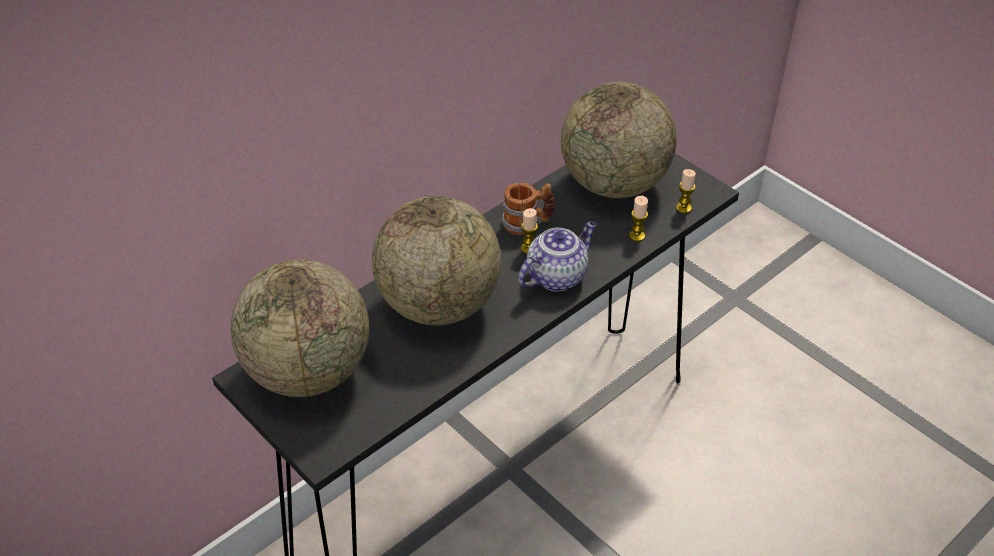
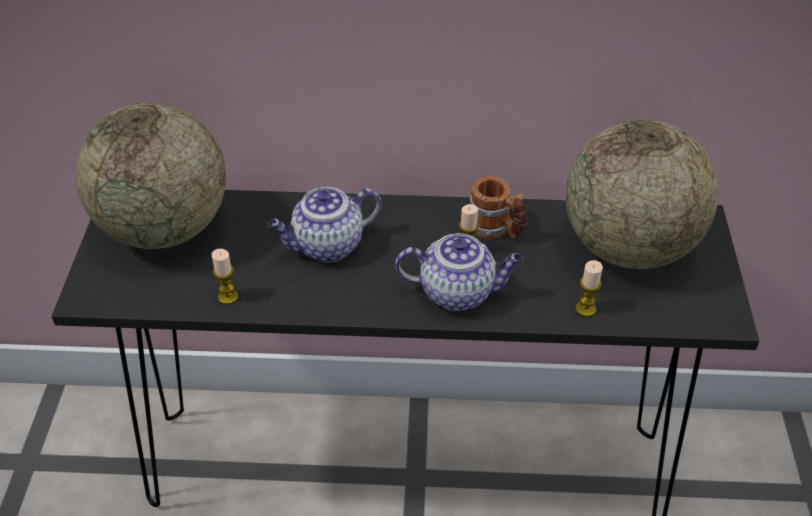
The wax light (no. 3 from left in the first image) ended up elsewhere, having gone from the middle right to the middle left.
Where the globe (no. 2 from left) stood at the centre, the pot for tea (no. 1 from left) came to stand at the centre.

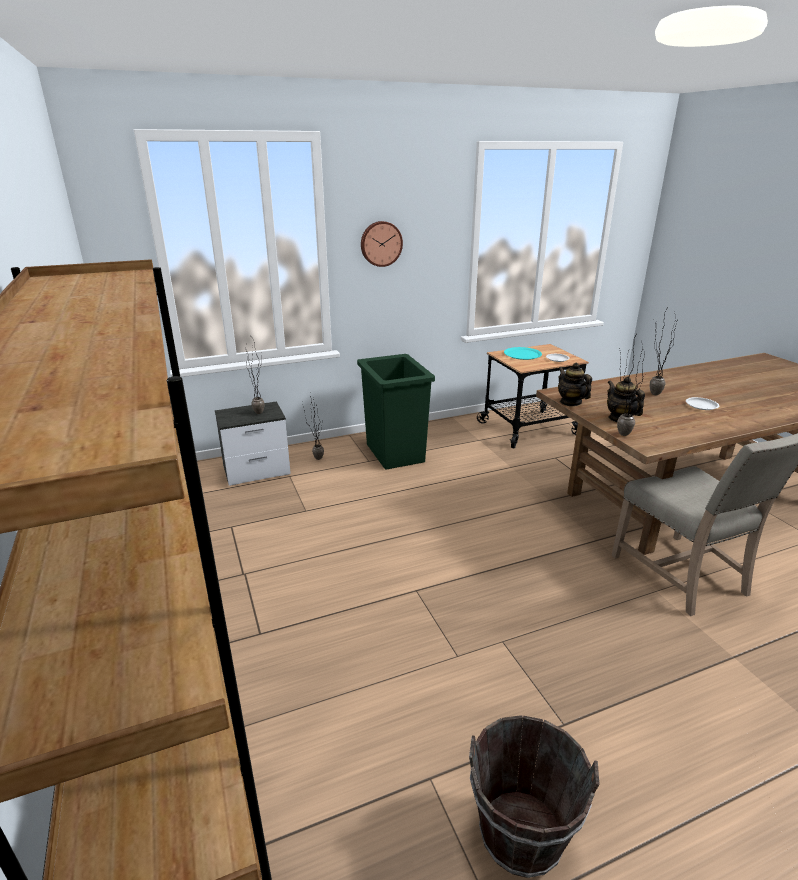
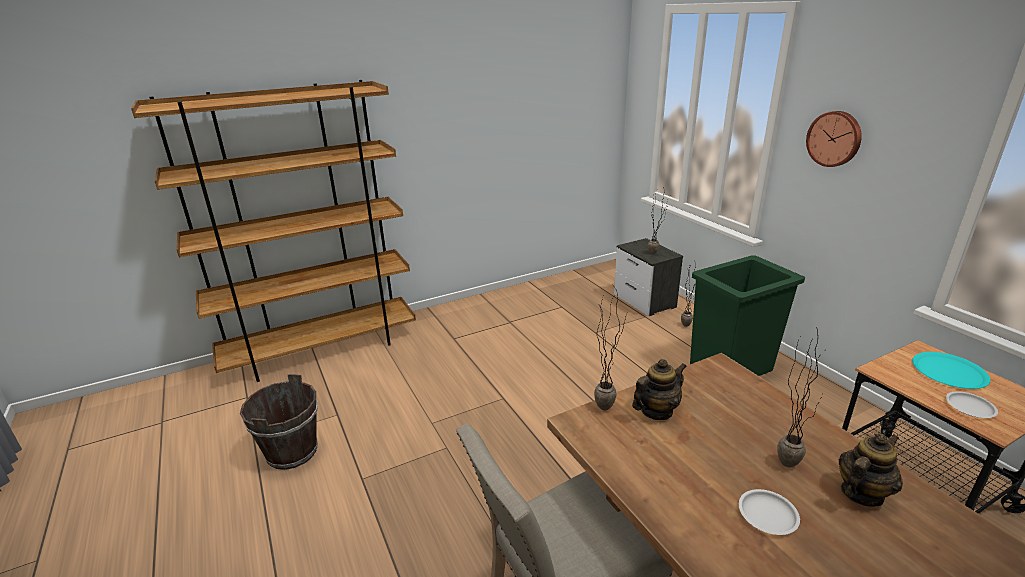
The pot for tea (no. 1 from left in the first image) ended up elsewhere, having gone from the middle right to the bottom right.

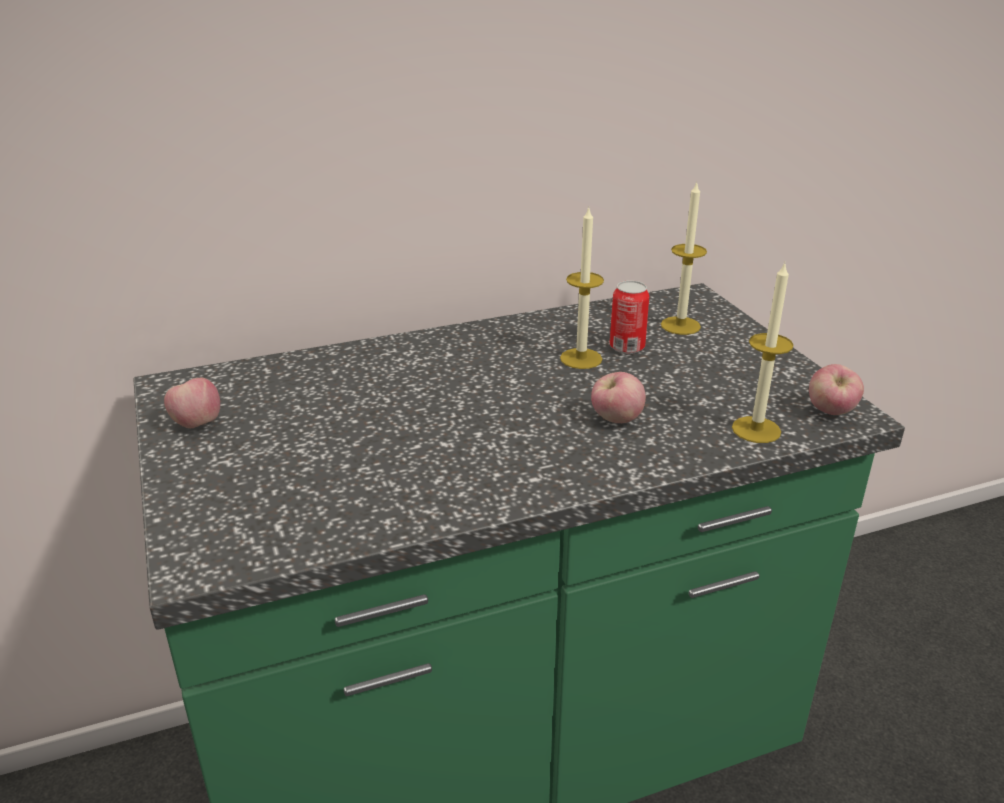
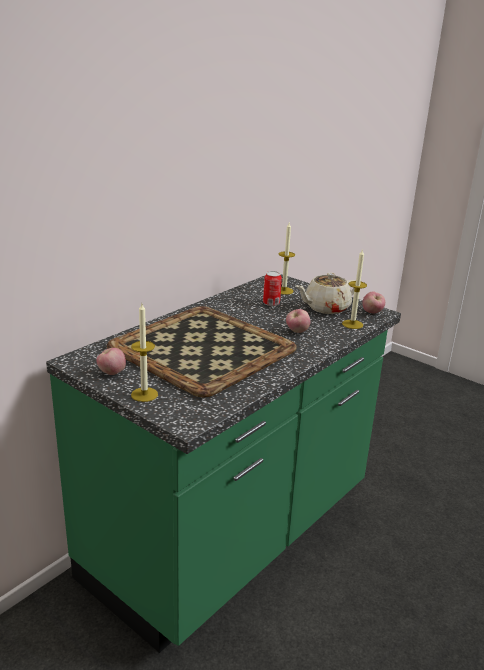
The second view gained the carrying tray at the centre.
The wax light (no. 1 from left) ended up elsewhere, having gone from the centre to the middle left.
The second view gained the pot for tea in beige at the middle right.

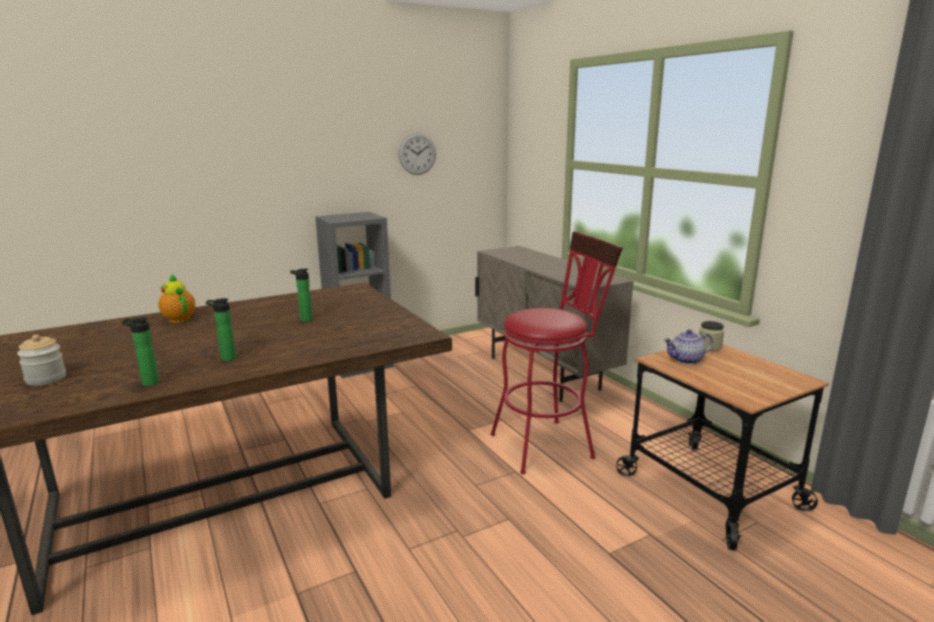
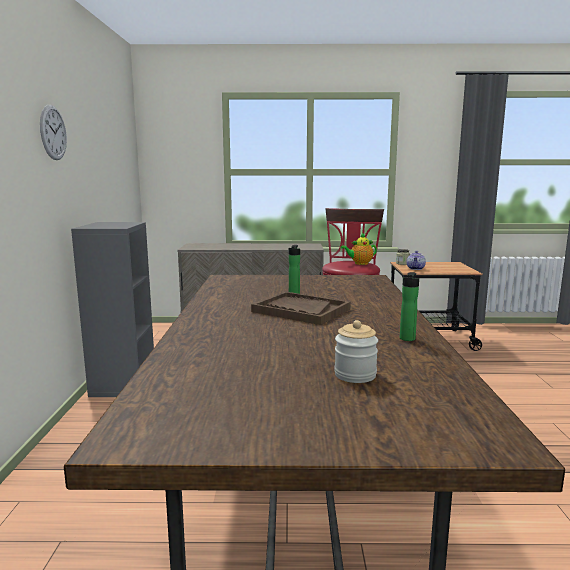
The hanging clock ended up elsewhere, having gone from the top centre to the top left.
The second view gained the carrying tray in brown-coloured at the centre.
The pot for tea (no. 1 from left) ended up elsewhere, having gone from the middle left to the centre.
The second view lost the beverage bottle (no. 2 from left) at the middle left.

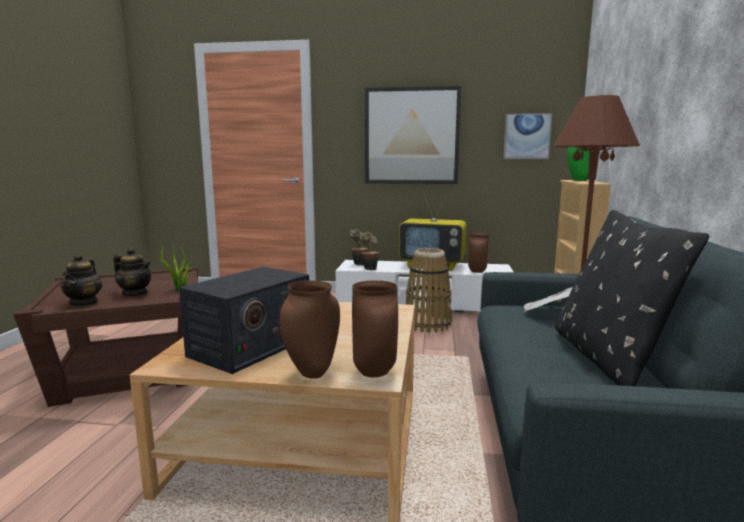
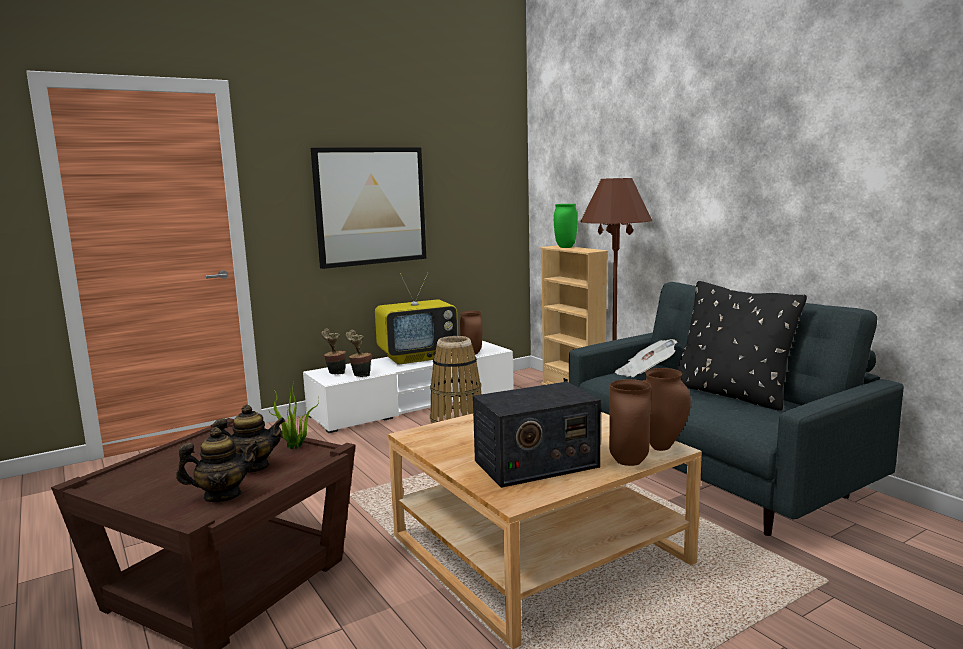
The pot for tea (no. 1 from left) at the middle left ended up facing another way, 60 degrees counterclockwise from before.
The radio at the middle left ended up facing another way, 75 degrees clockwise from before.
The second view lost the picture (no. 2 from left) at the top right.

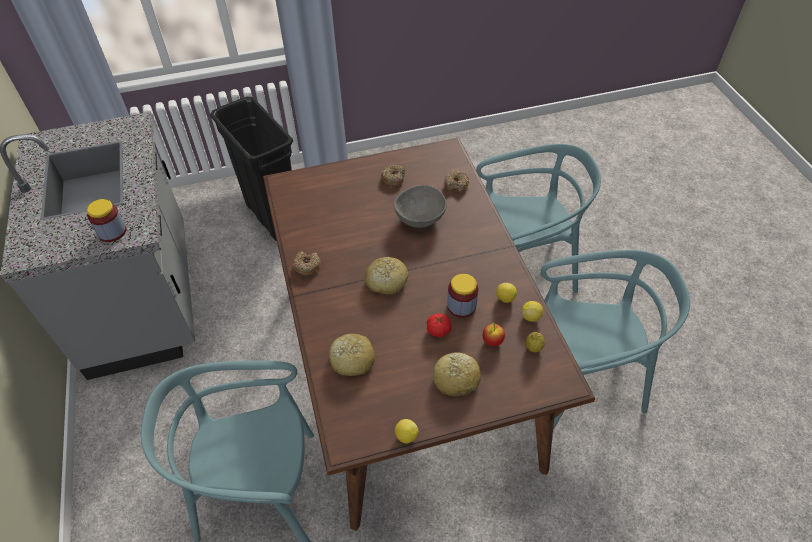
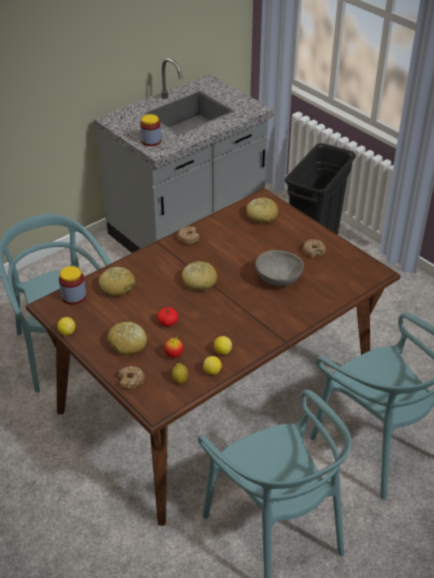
The jar (no. 2 from left in the first image) ended up elsewhere, having gone from the centre to the middle left.
The donut (no. 3 from left in the first image) ended up elsewhere, having gone from the centre to the middle left.
The second view gained the bakery bread (no. 4 from left) at the centre.

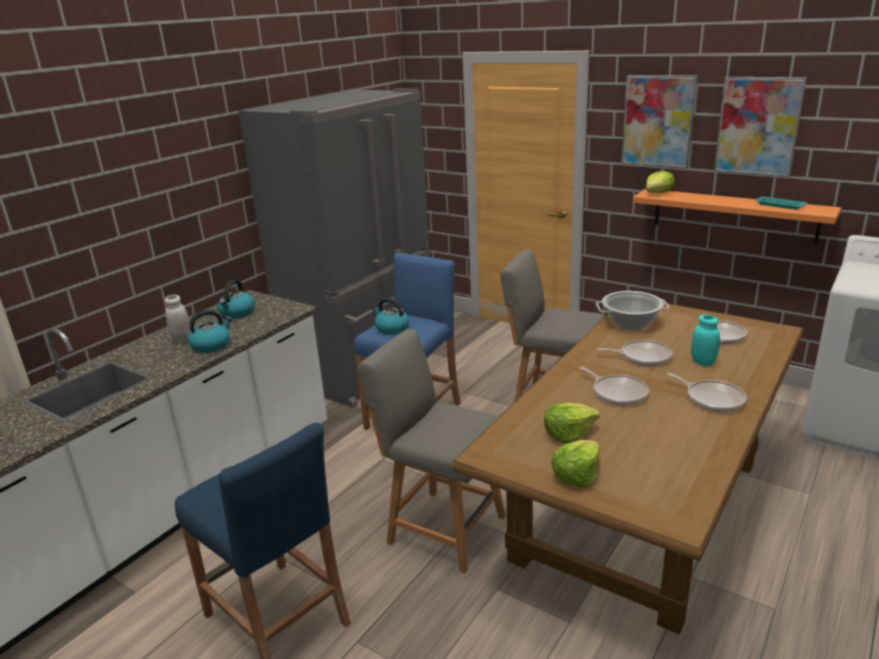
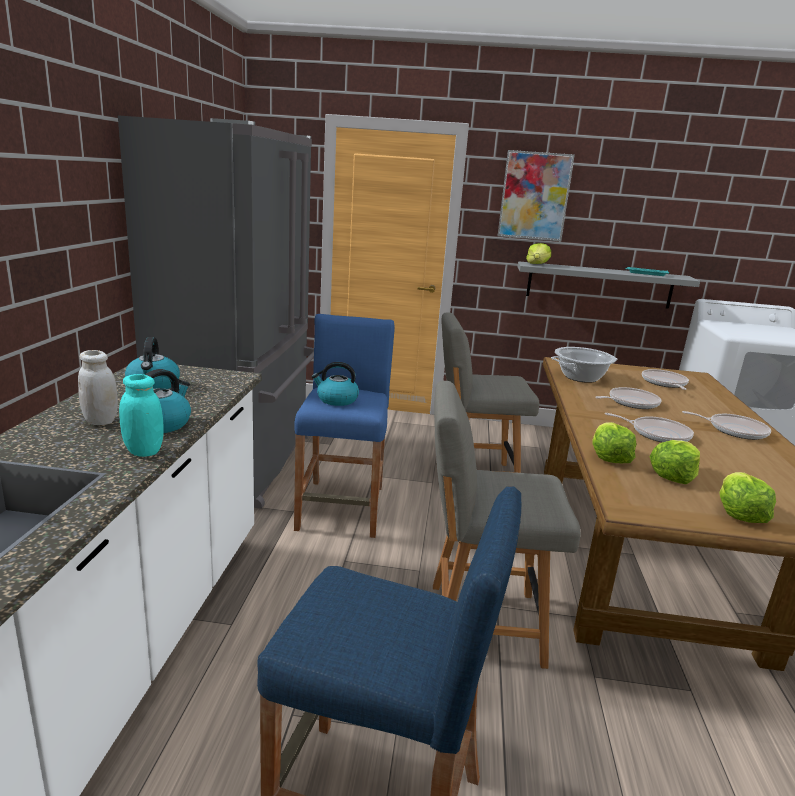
The jar in turquoise ended up elsewhere, having gone from the middle right to the middle left.
What was the wall shelf in orange at the top right turned into the wall shelf in gray at the middle right.
The second view gained the head of lettuce (no. 2 from left) at the middle right.
The second view lost the picture (no. 2 from left) at the top right.

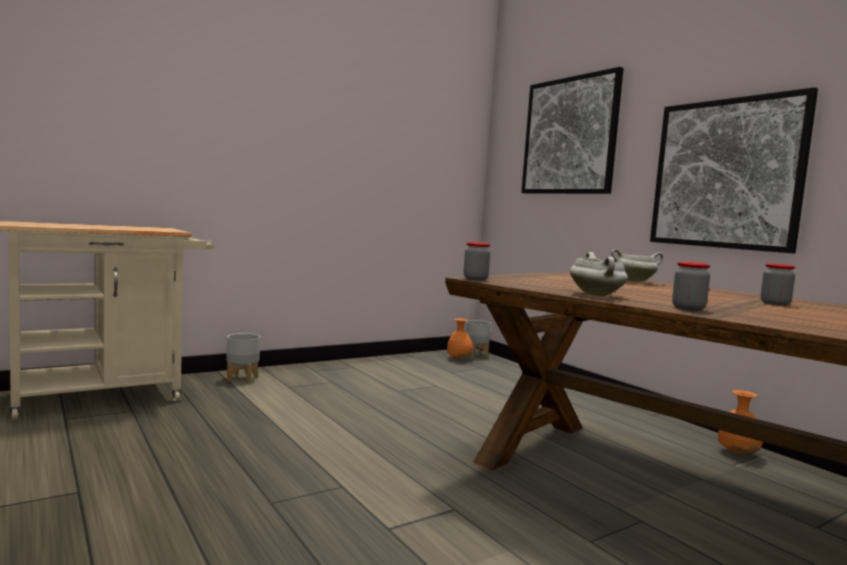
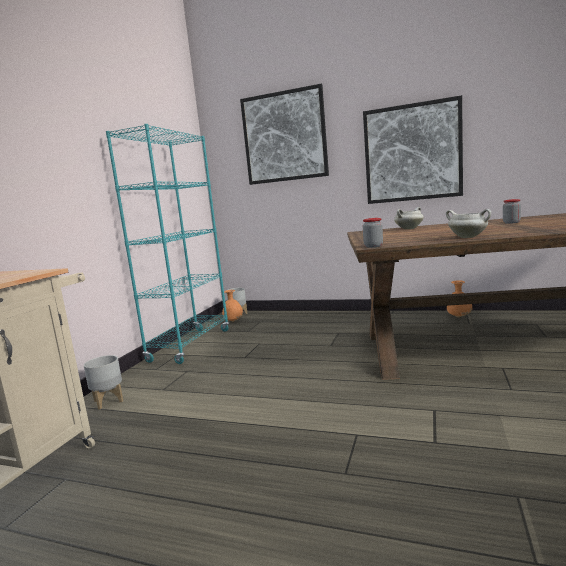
The second view gained the bookshelf in turquoise at the middle left.
The second view lost the jar (no. 2 from left) at the middle right.

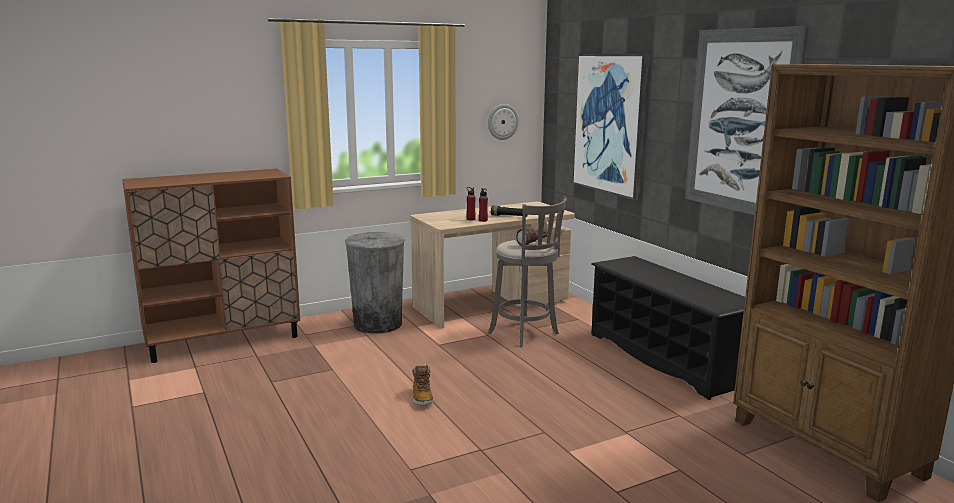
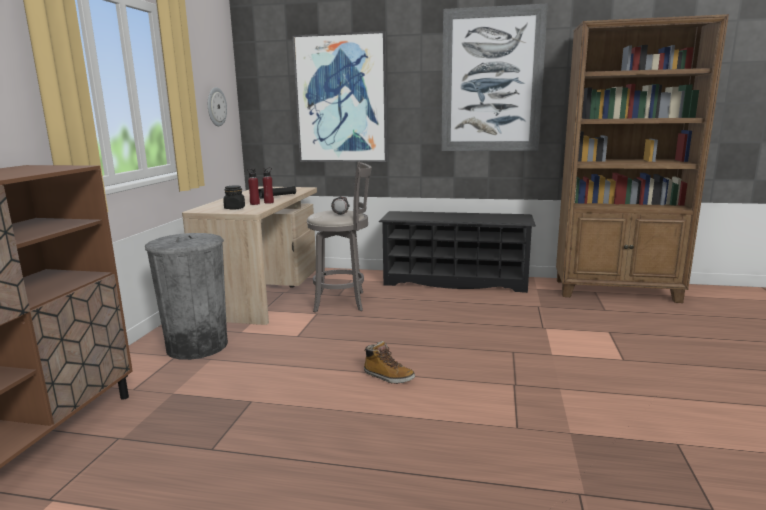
The second view gained the jar in black-coloured at the middle left.

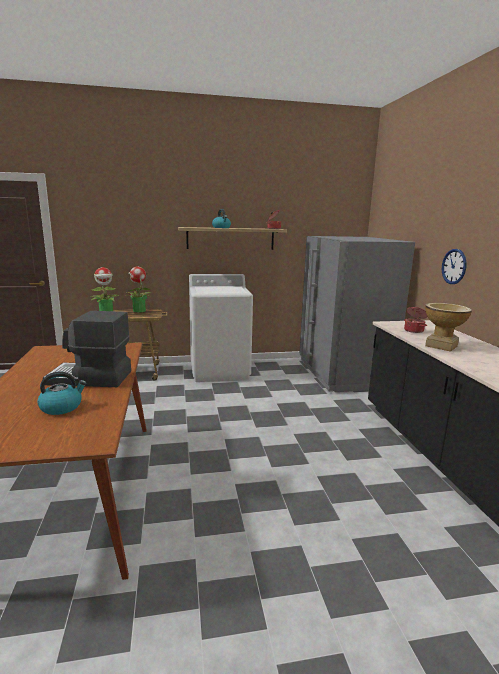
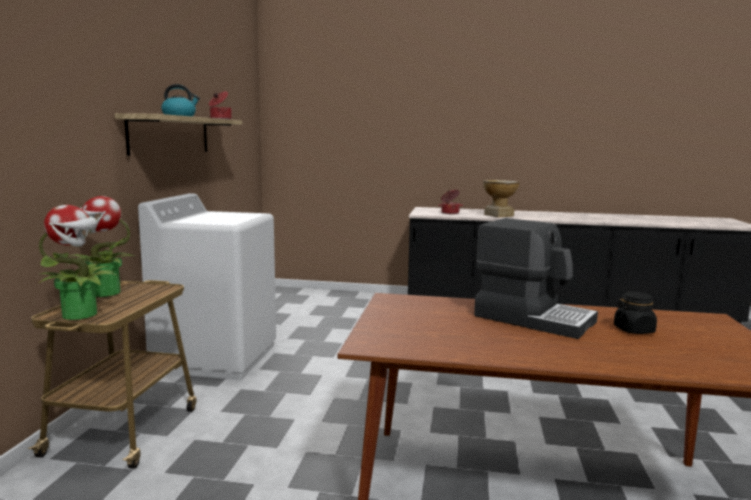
The coffee maker at the middle left ended up facing another way, 75 degrees counterclockwise from before.
Where the tea kettle (no. 1 from left) stood at the middle left, the jar in black-coloured came to stand at the middle right.
The second view lost the kitchen fridge in gray at the middle right.
The second view lost the hanging clock at the middle right.

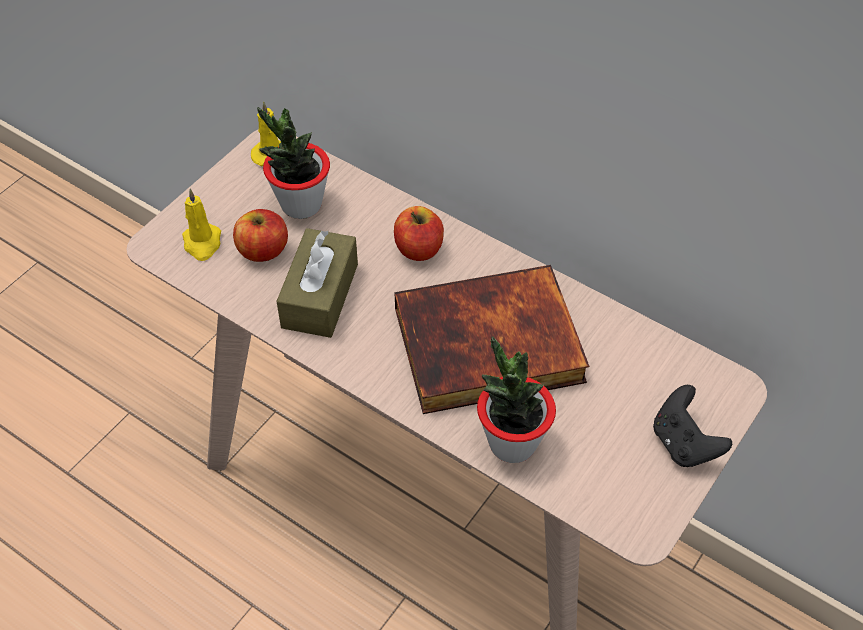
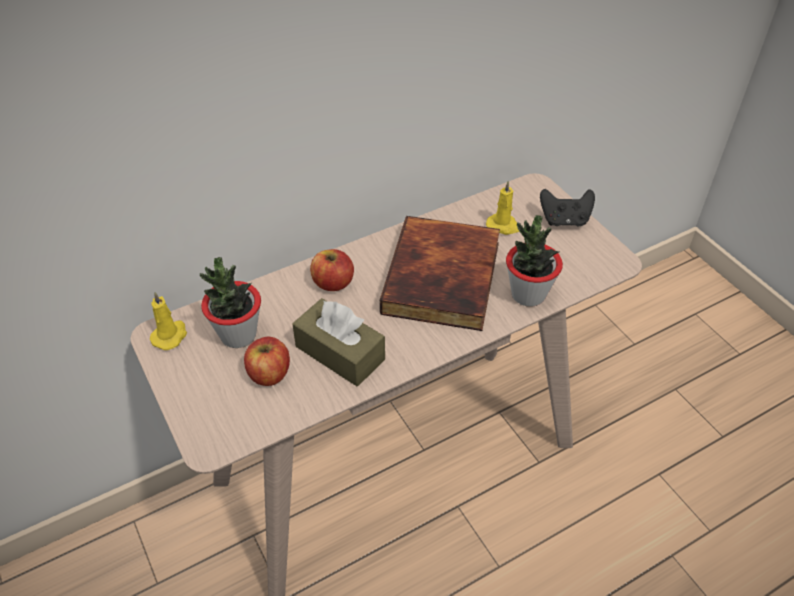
The wax light in yellowish (no. 1 from left in the first image) ended up elsewhere, having gone from the middle left to the centre.

